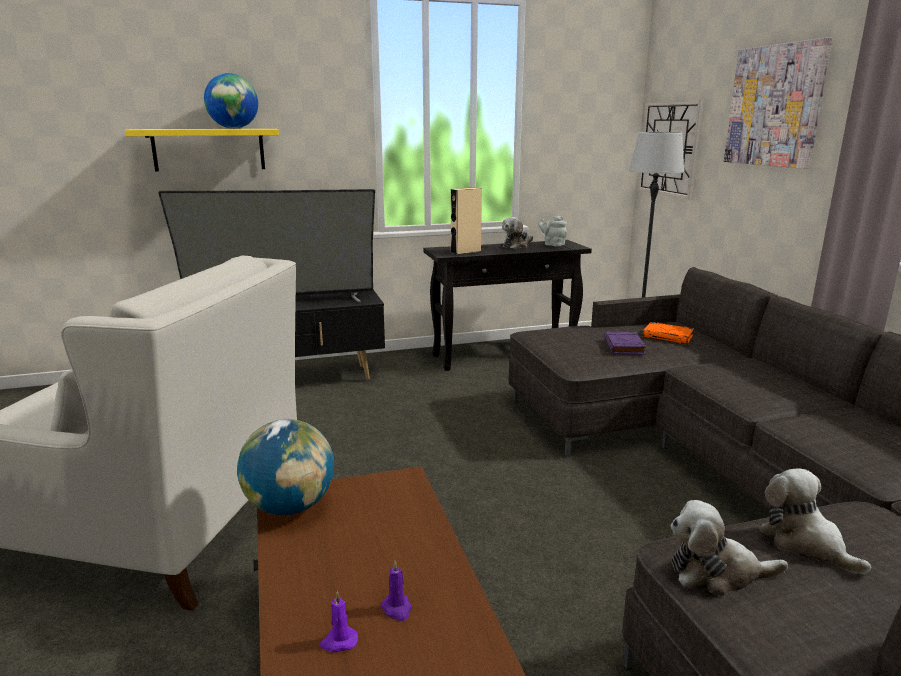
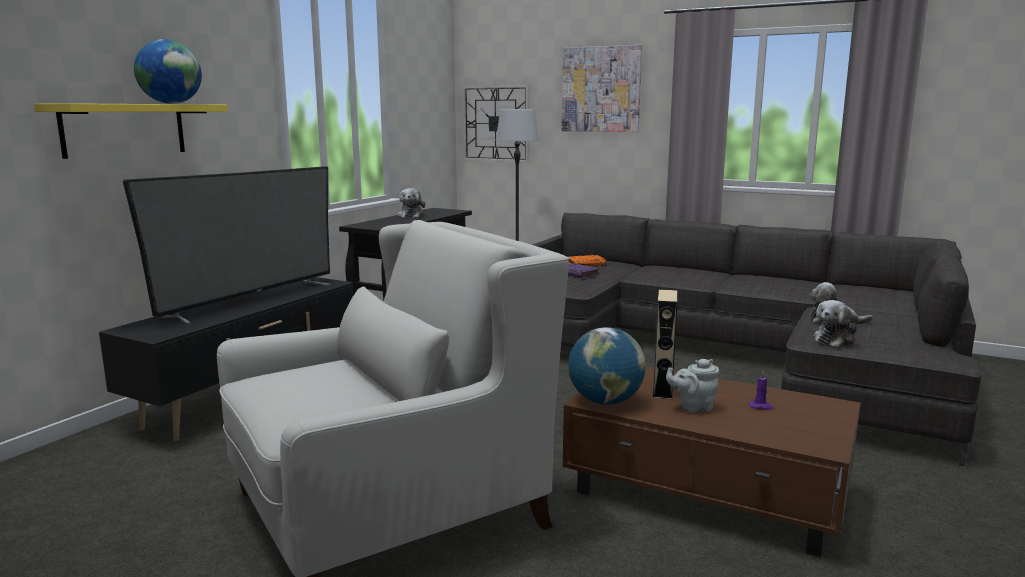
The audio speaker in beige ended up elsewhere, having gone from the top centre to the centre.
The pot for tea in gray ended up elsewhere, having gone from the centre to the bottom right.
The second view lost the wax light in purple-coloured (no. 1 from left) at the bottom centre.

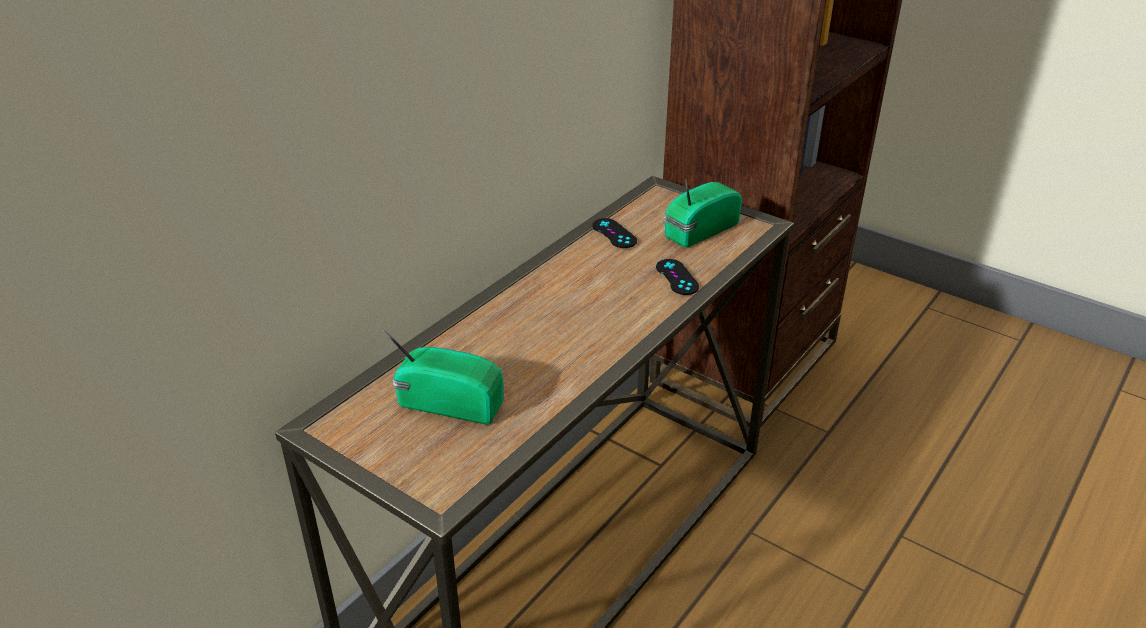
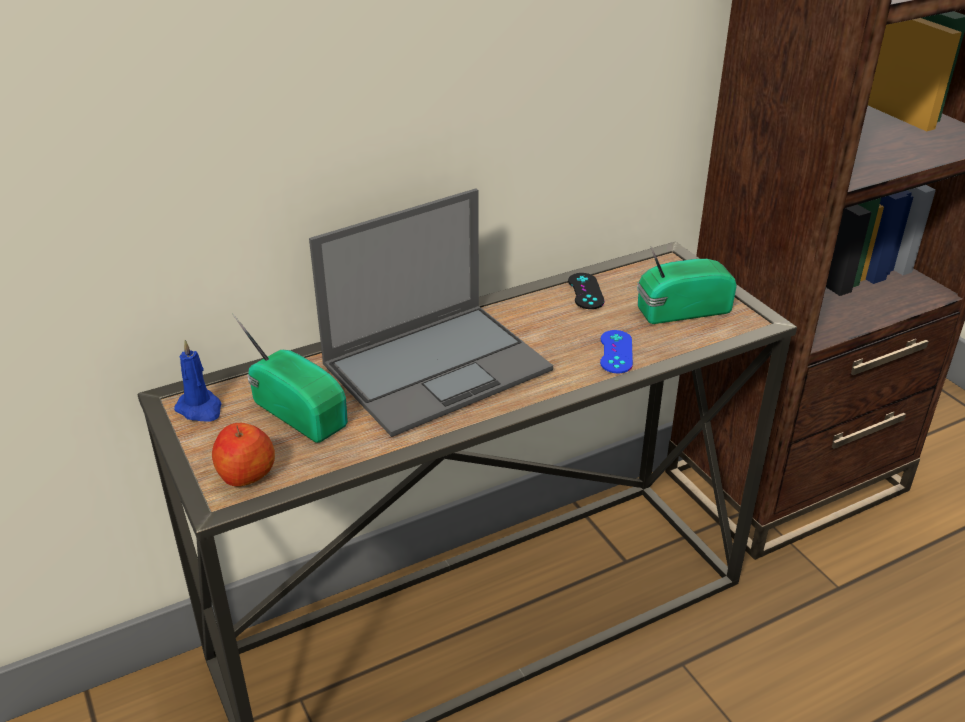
The second view gained the wax light in blue-coloured at the middle left.
The second view gained the apple at the middle left.
The second view gained the portable computer at the centre.
What was the gamepad in black-coloured (no. 2 from left) at the centre turned into the gamepad in blue-coloured at the centre.

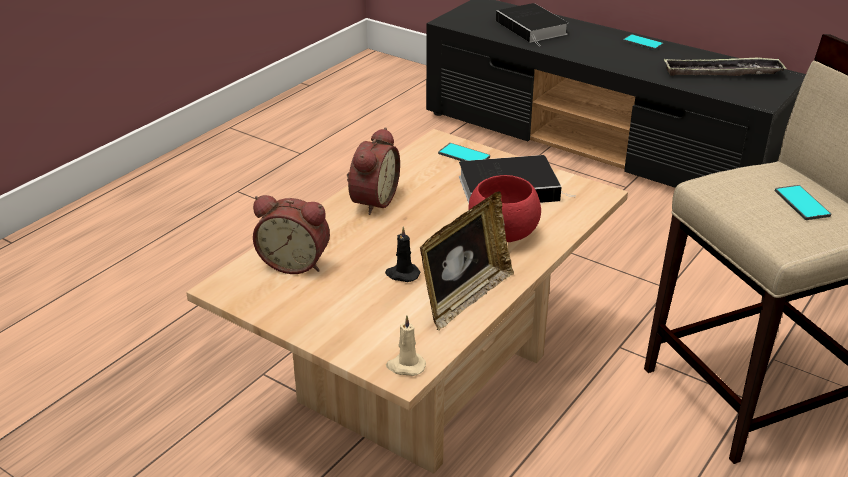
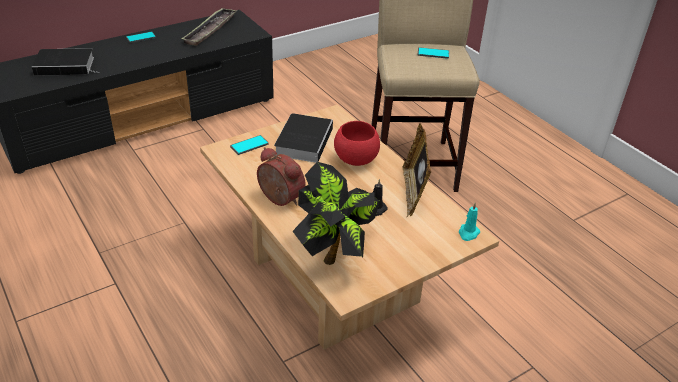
Where the table clock (no. 1 from left) stood at the centre, the houseplant came to stand at the centre.
The standing frame at the centre ended up facing another way, 150 degrees counterclockwise from before.
What was the wax light in beige at the bottom centre turned into the wax light in turquoise at the middle right.

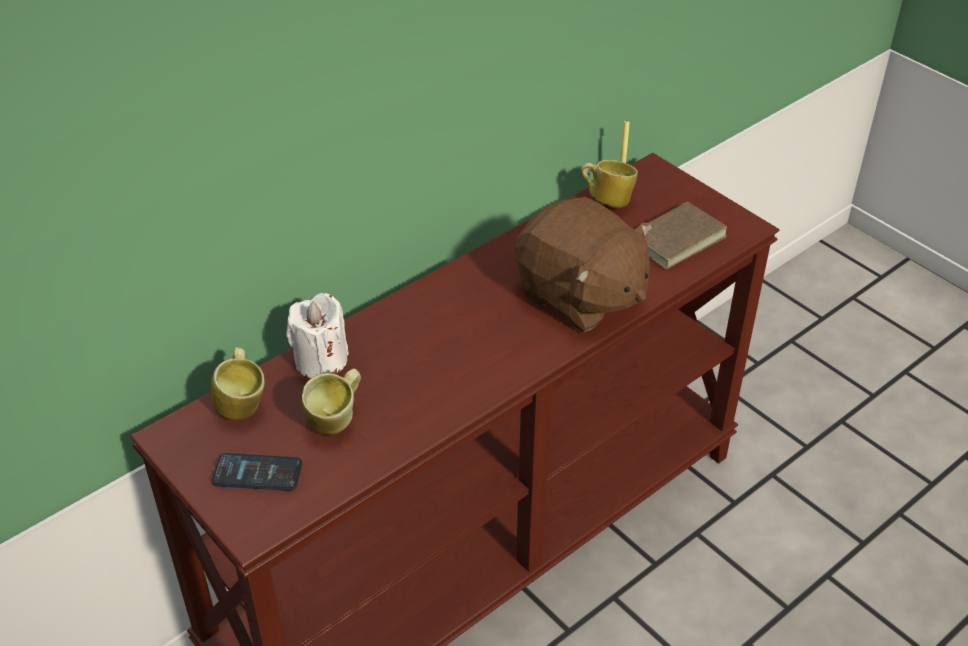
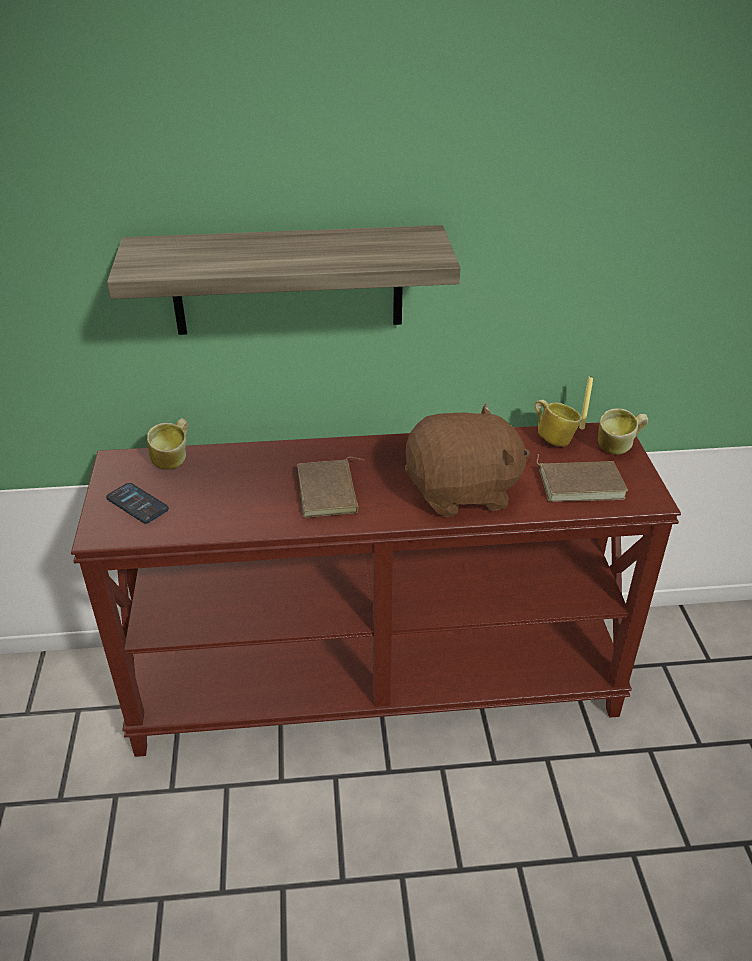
The second view gained the wall shelf at the top centre.
The second view gained the book in brown-coloured (no. 1 from left) at the centre.
The soft toy in brown-coloured at the centre ended up facing another way, 90 degrees counterclockwise from before.
The mug (no. 2 from left in the first image) ended up elsewhere, having gone from the centre to the middle right.
The second view lost the wax light in white at the middle left.

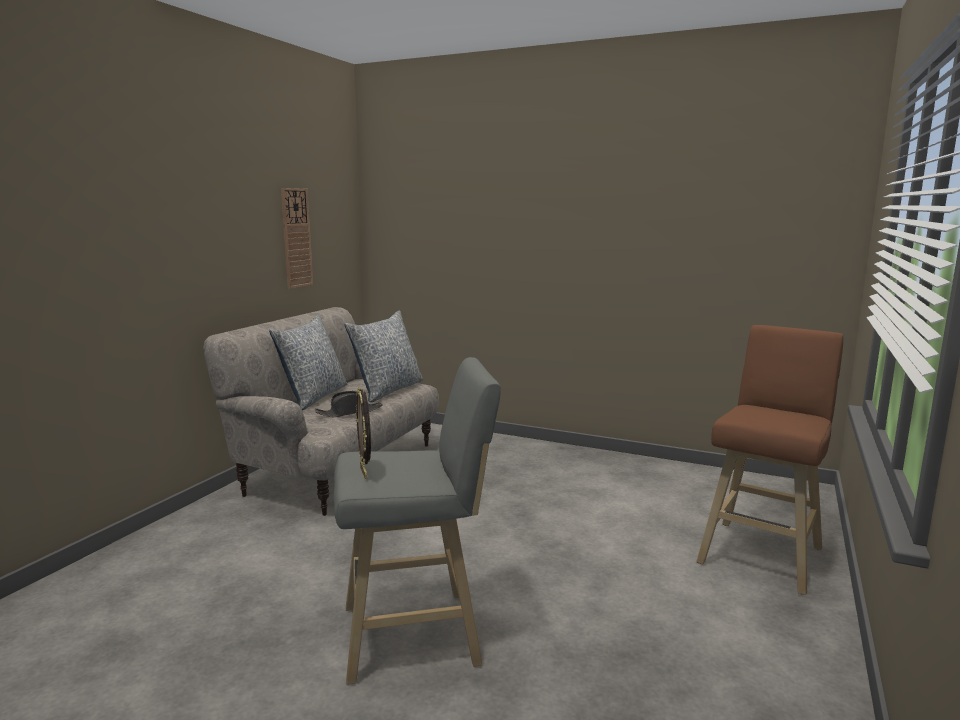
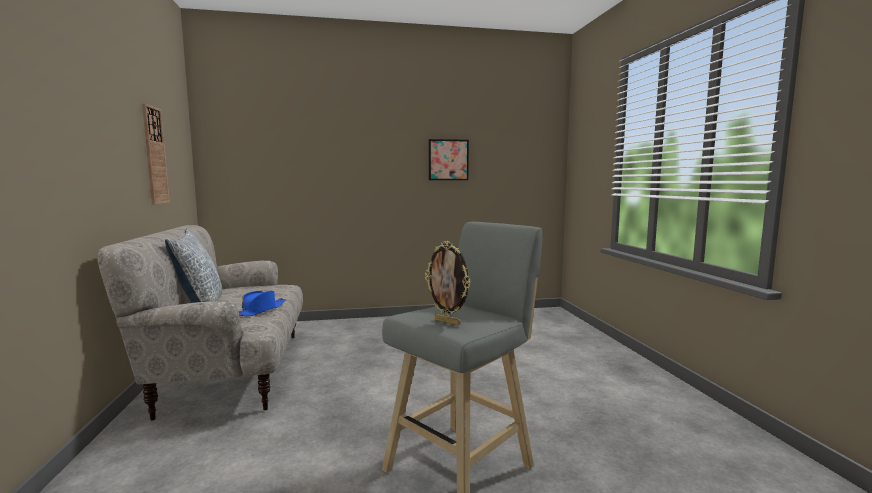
What was the hat in black-coloured at the centre turned into the hat in blue-coloured at the middle left.
The second view gained the picture at the top centre.
The second view lost the throw pillow (no. 2 from left) at the centre.
The second view lost the sitting stool in brown-coloured at the middle right.

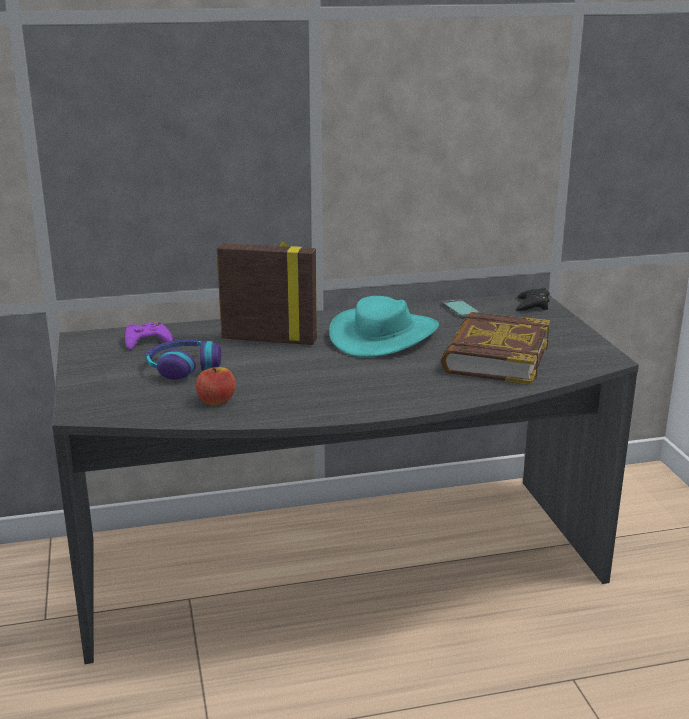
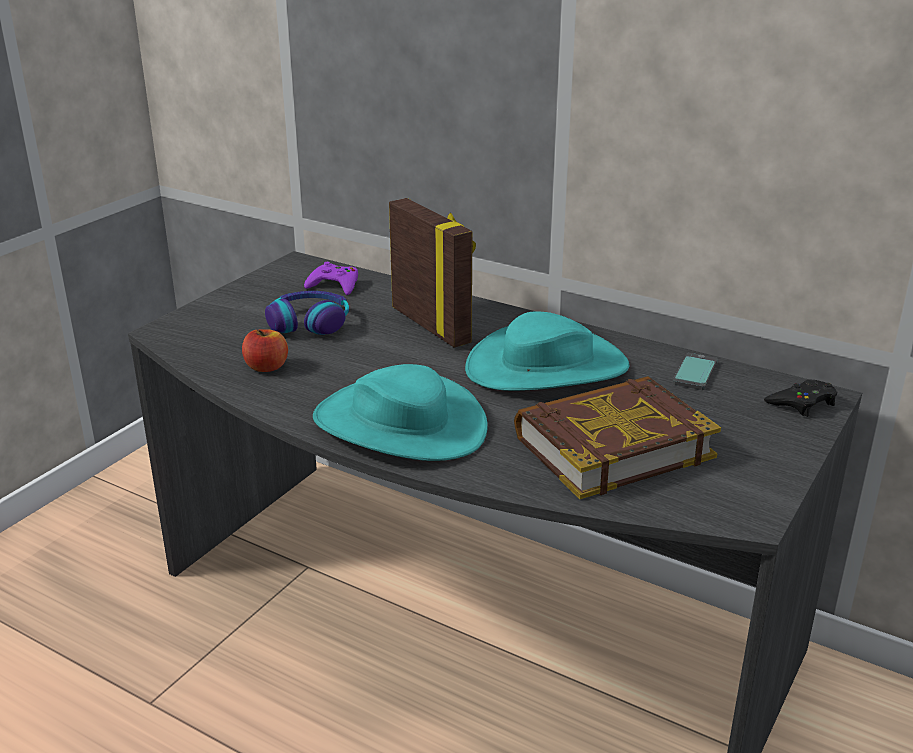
The second view gained the hat in turquoise (no. 1 from left) at the centre.

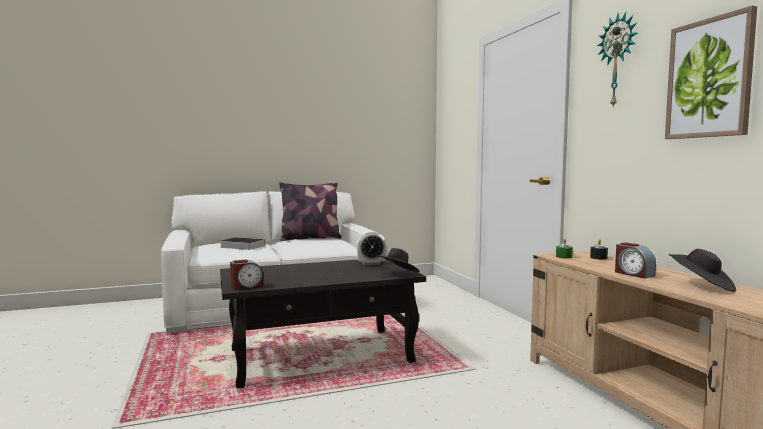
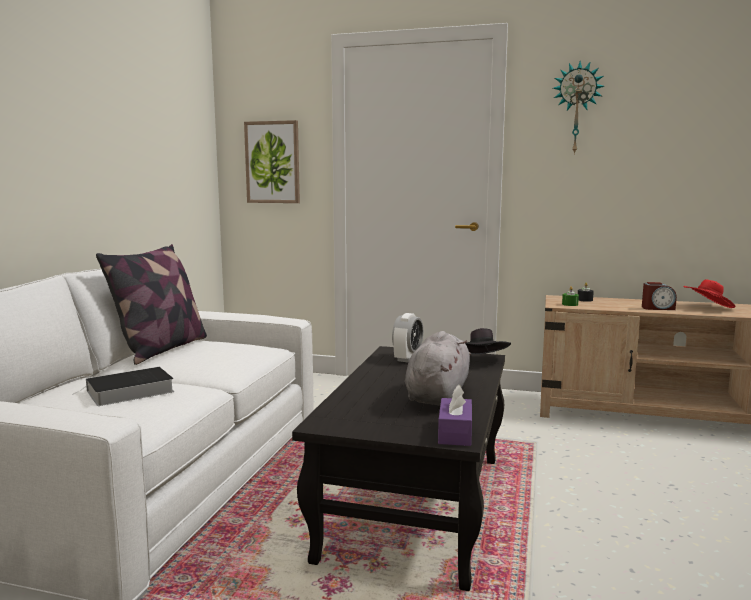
The picture ended up elsewhere, having gone from the top right to the top centre.
The second view gained the soft toy in gray at the centre.
Where the table clock (no. 1 from left) stood at the middle left, the tissue holder in purple-coloured came to stand at the bottom centre.
What was the hat in black-coloured (no. 2 from left) at the middle right turned into the hat in red-coloured at the middle right.

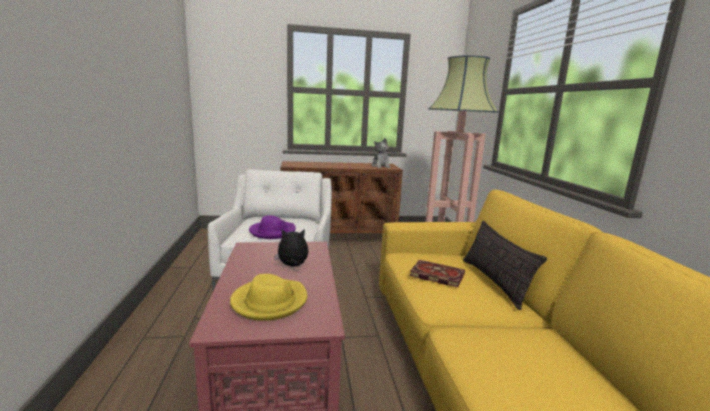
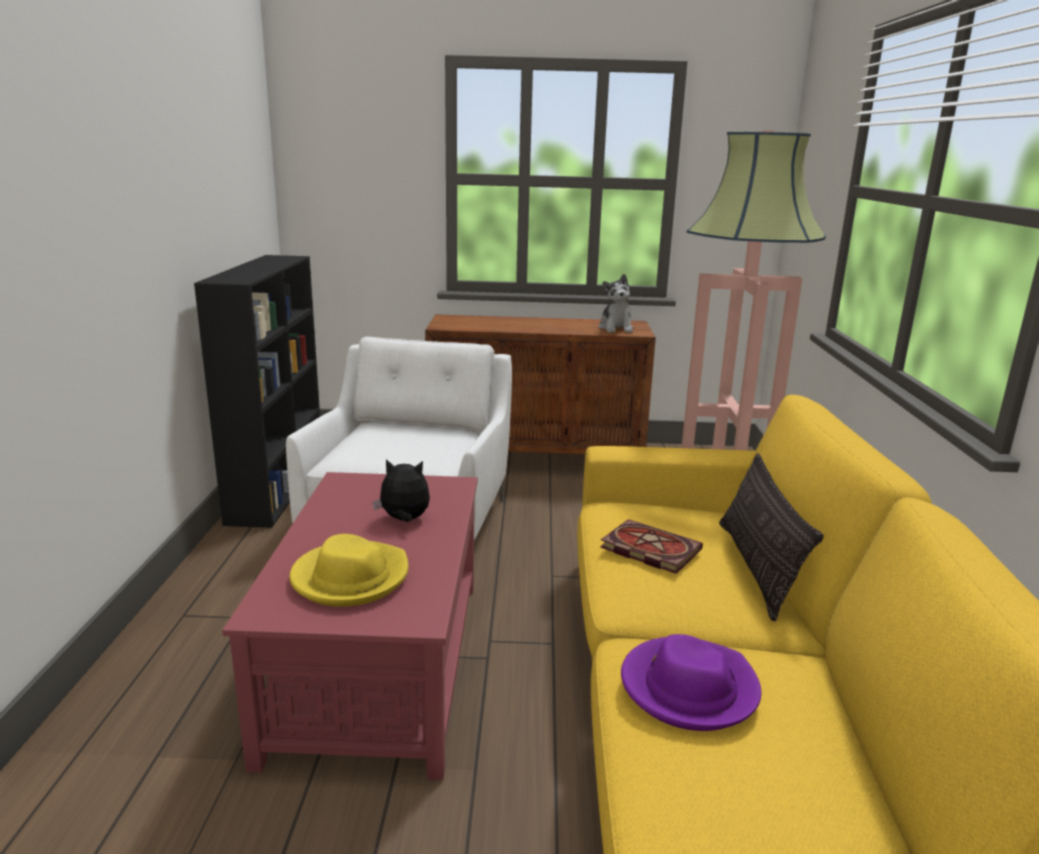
The second view gained the bookshelf in black-coloured at the middle left.
The hat in purple-coloured ended up elsewhere, having gone from the centre to the bottom centre.

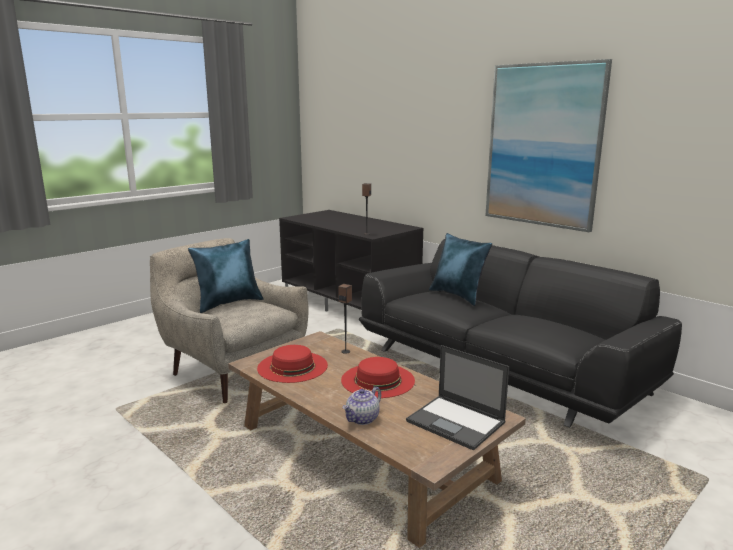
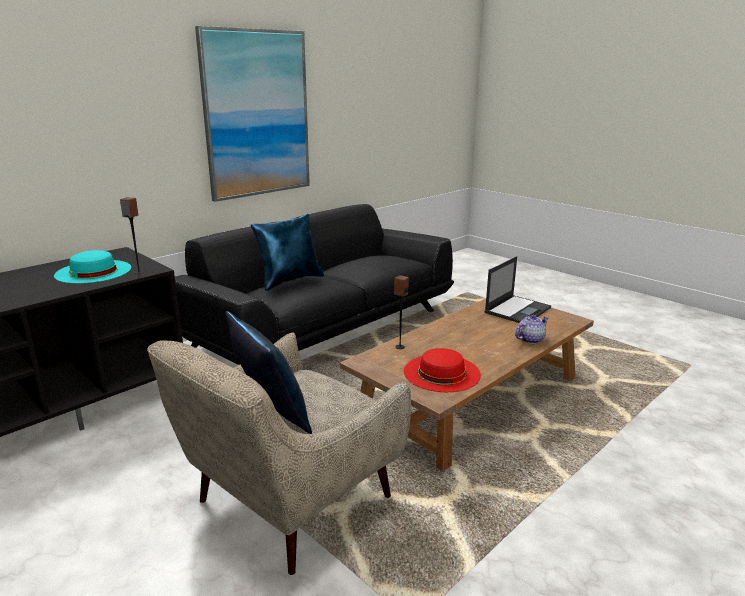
The second view gained the hat in turquoise at the middle left.
The pot for tea at the bottom centre ended up facing another way, 75 degrees counterclockwise from before.
The second view lost the hat in red-coloured (no. 2 from left) at the bottom centre.

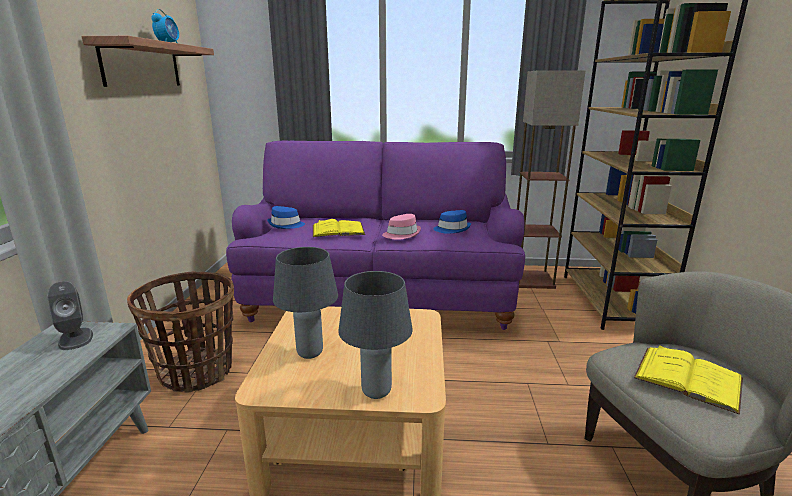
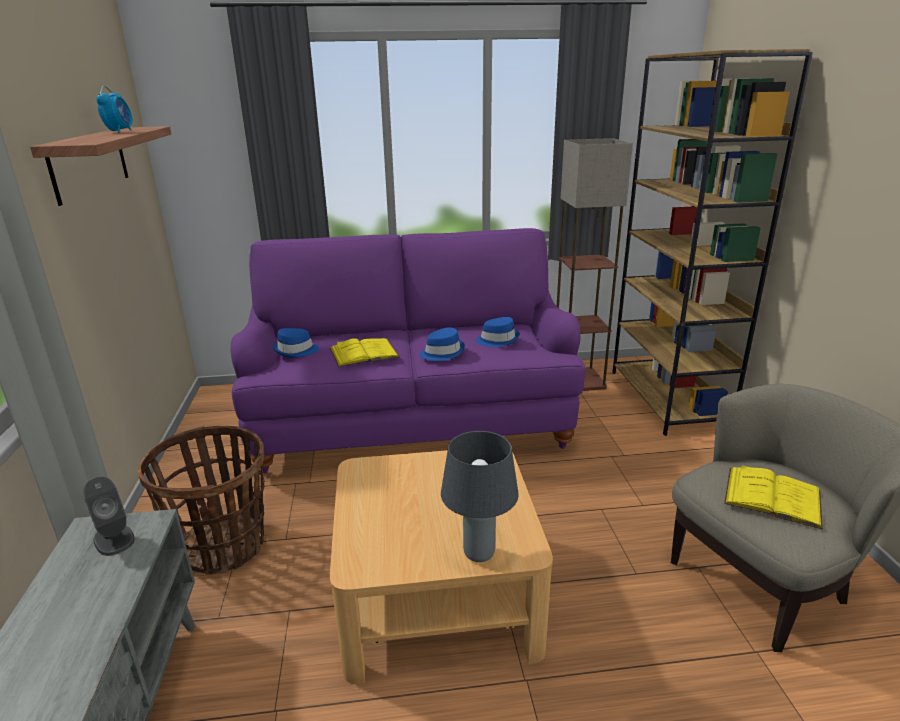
What was the hat in pink at the centre turned into the hat in blue-coloured (no. 2 from left) at the centre.
The second view lost the lamp for a table in gray (no. 1 from left) at the centre.

